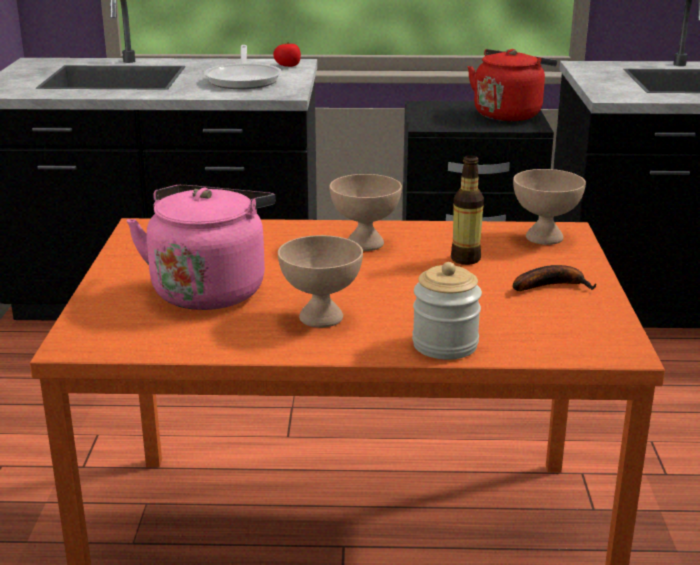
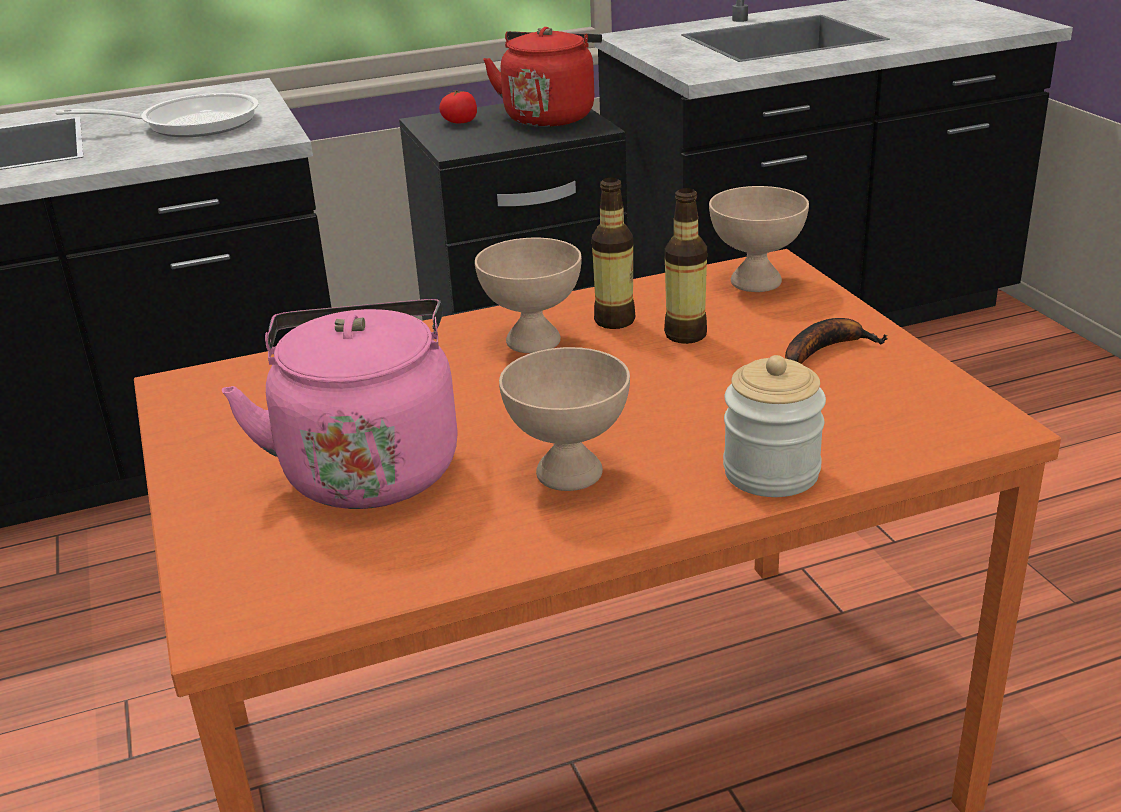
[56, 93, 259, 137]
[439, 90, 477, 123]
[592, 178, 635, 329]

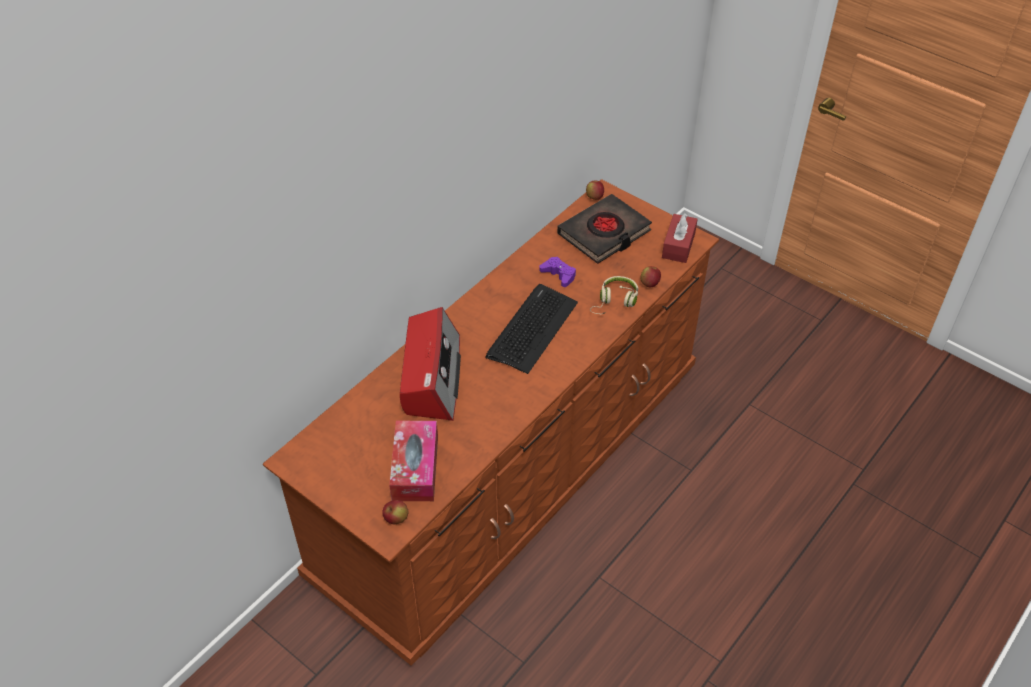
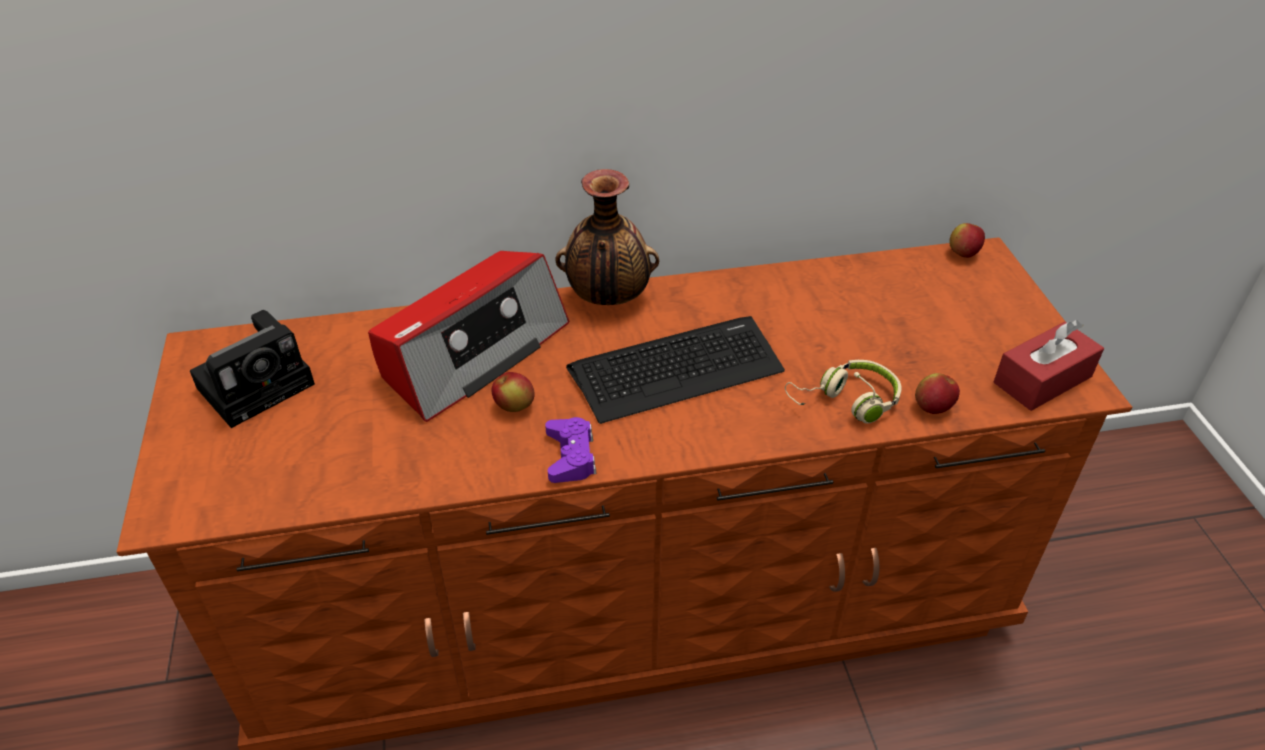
[190, 310, 315, 428]
[491, 372, 535, 412]
[545, 417, 596, 483]
[555, 169, 659, 305]
[389, 421, 438, 501] (first image)
[557, 194, 652, 264] (first image)

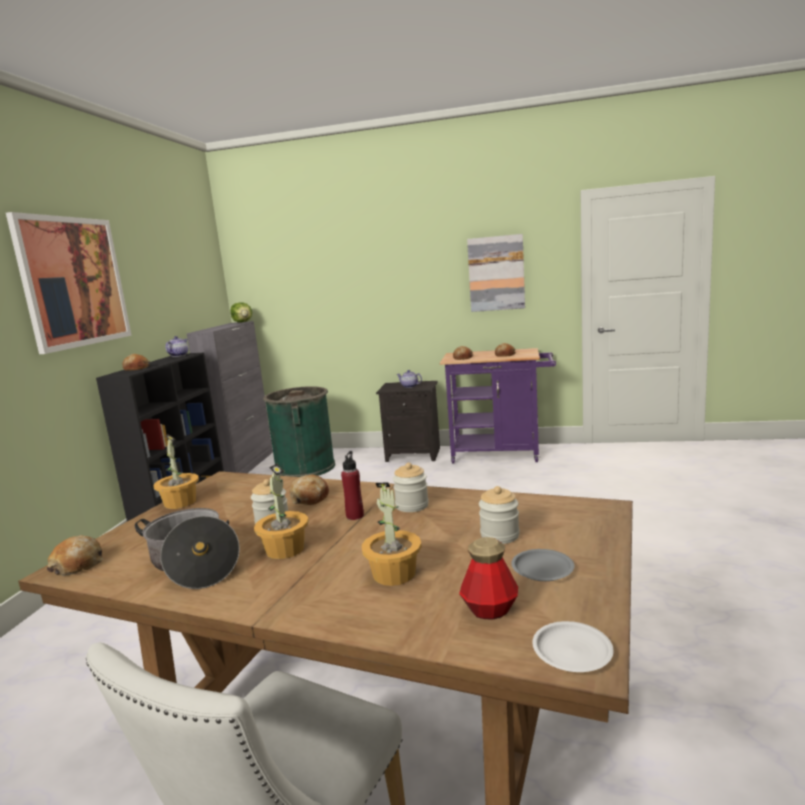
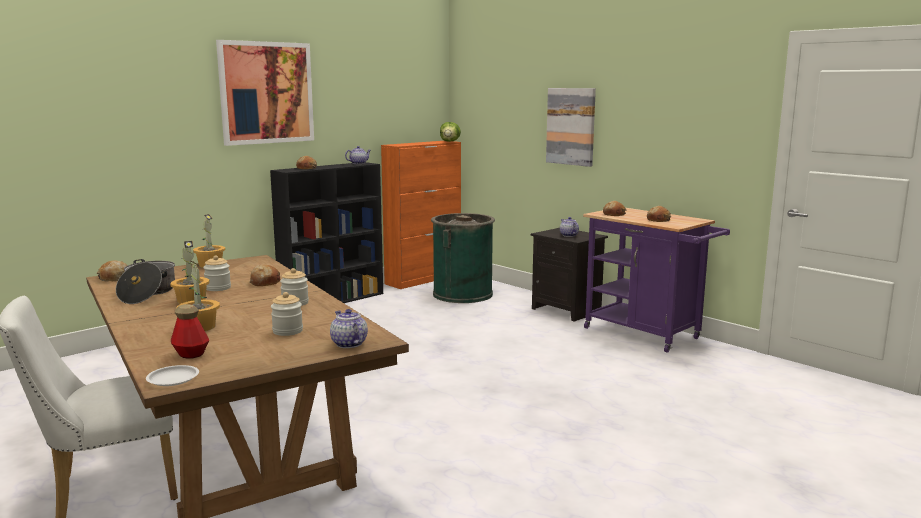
[330, 309, 368, 348]
[381, 141, 461, 289]
[546, 88, 596, 167]
[341, 451, 364, 520] (first image)
[511, 549, 574, 581] (first image)

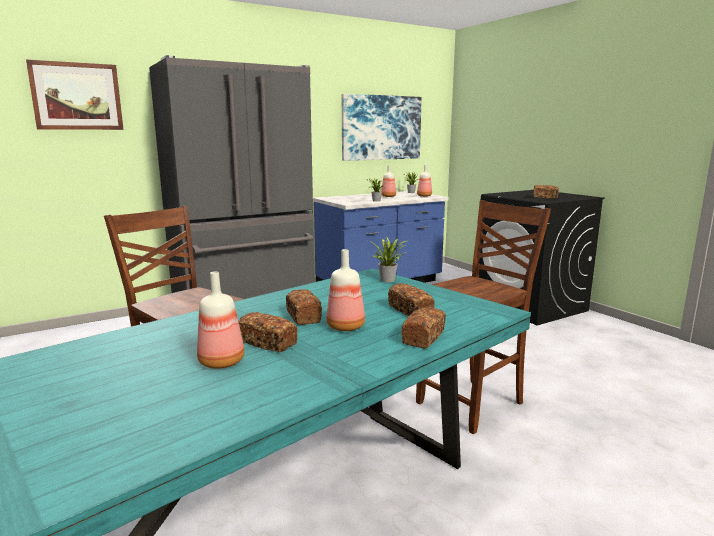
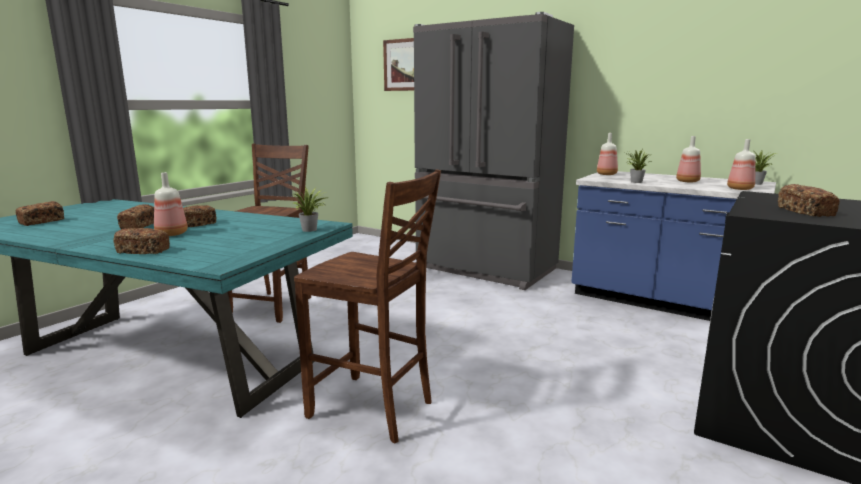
[16, 201, 64, 226]
[597, 133, 618, 175]
[342, 94, 422, 161] (first image)

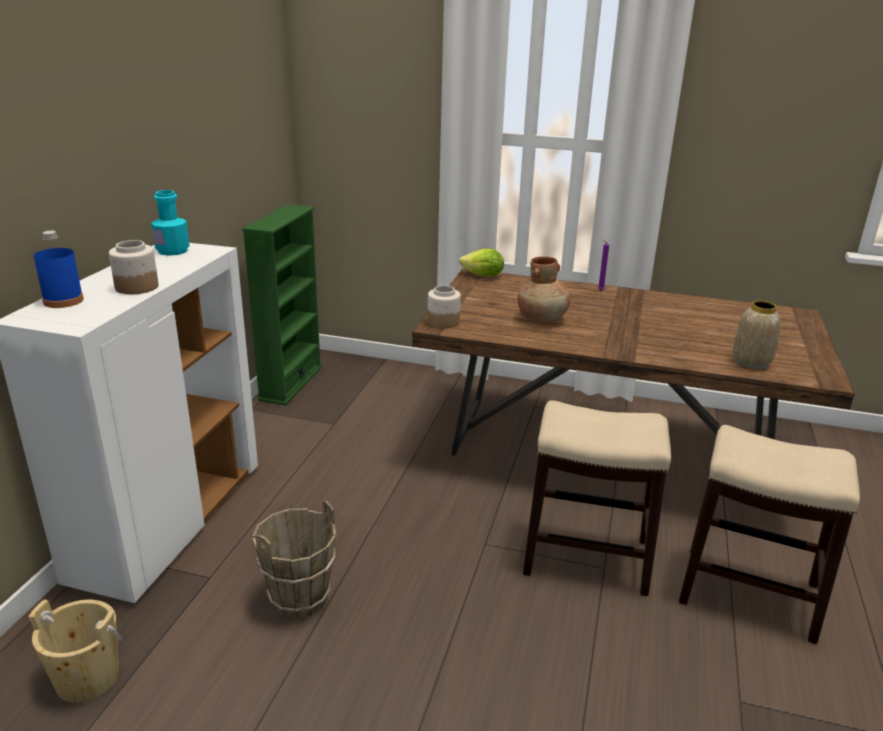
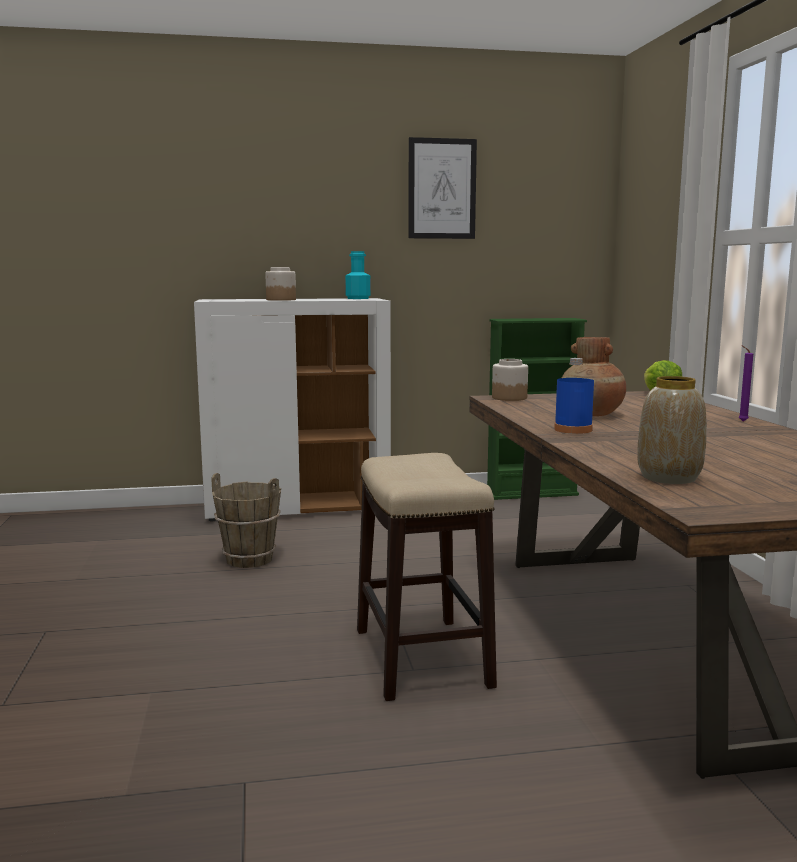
[408, 137, 477, 239]
[554, 358, 594, 434]
[29, 599, 122, 703] (first image)
[679, 425, 860, 644] (first image)

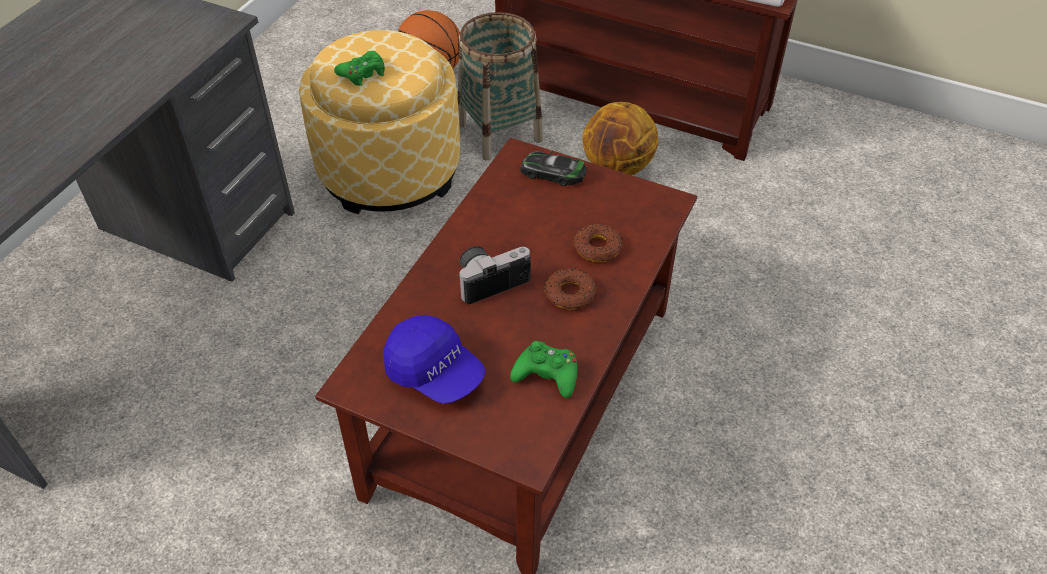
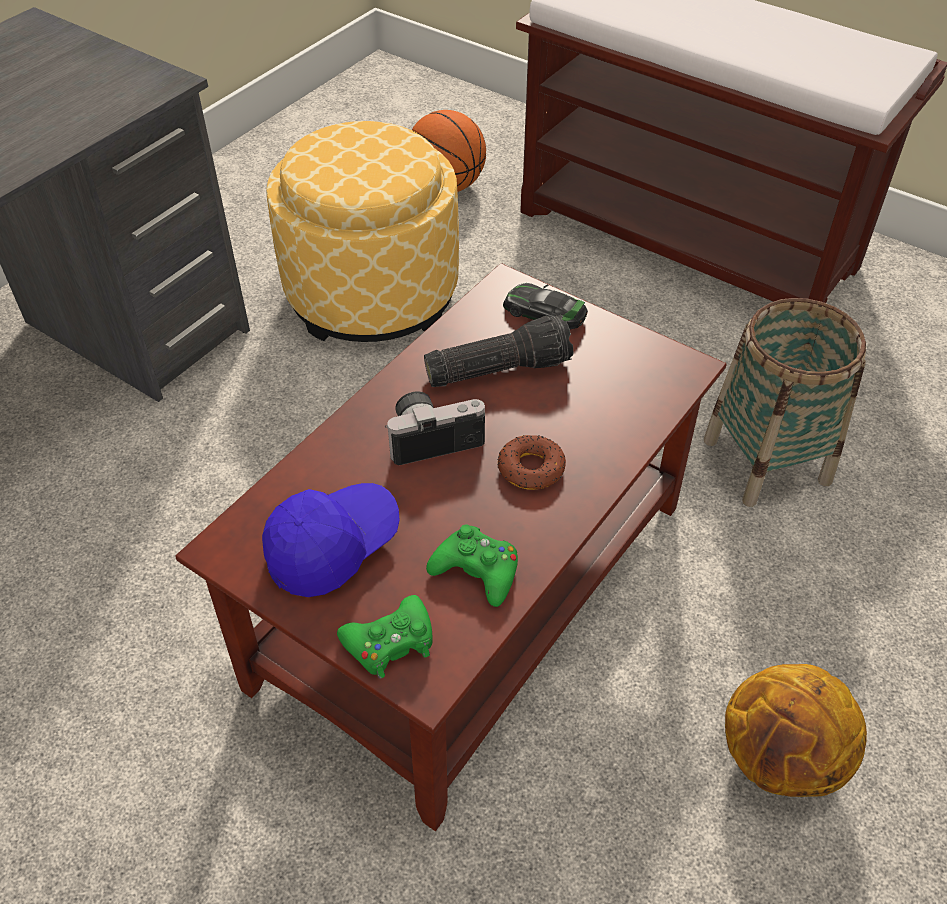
[262, 483, 399, 597]
[337, 595, 432, 679]
[424, 315, 573, 387]
[704, 298, 866, 507]
[725, 664, 867, 797]
[573, 224, 623, 262] (first image)

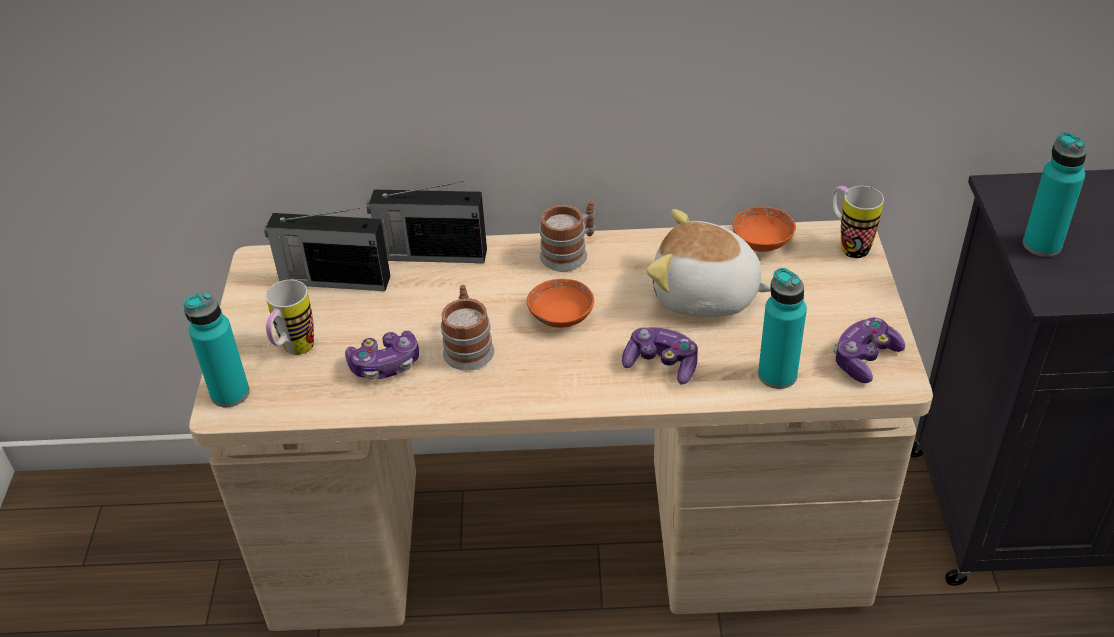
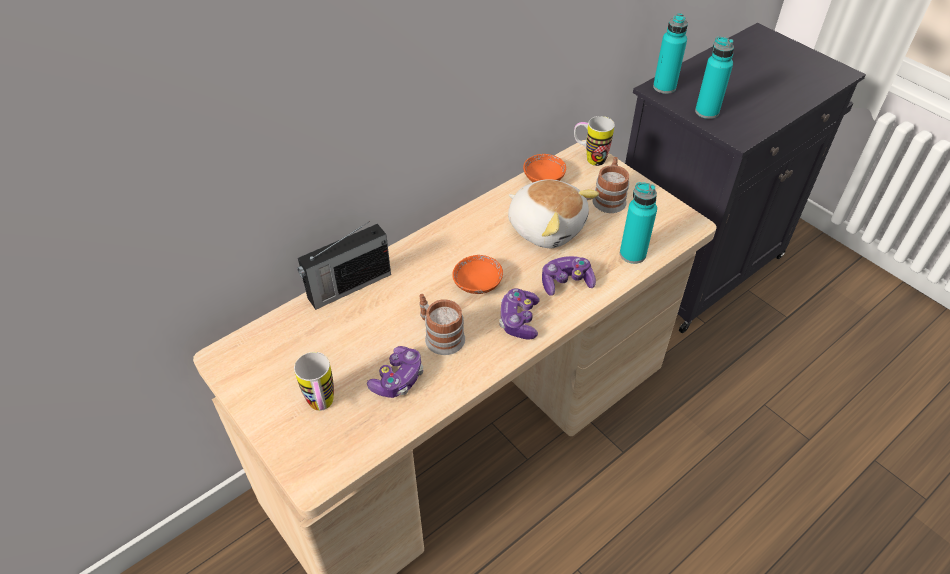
[499, 288, 540, 339]
[508, 179, 599, 248]
[592, 157, 629, 213]
[653, 13, 688, 94]
[265, 208, 390, 291] (first image)

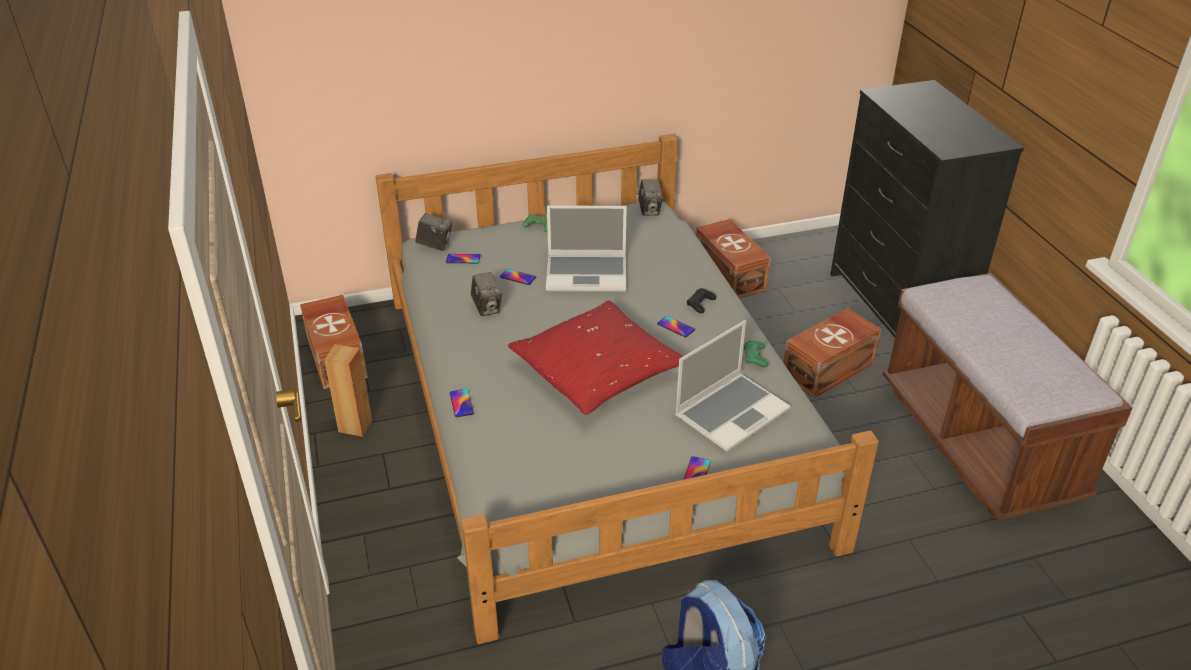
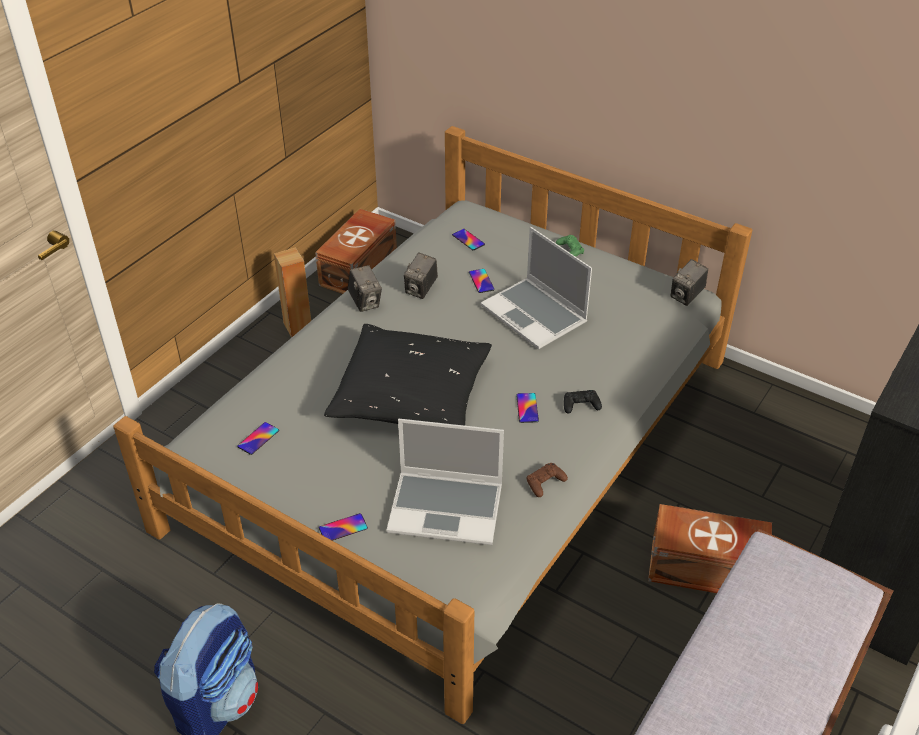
[237, 422, 279, 455]
[324, 324, 492, 426]
[348, 265, 382, 312]
[526, 463, 568, 497]
[696, 219, 771, 299] (first image)

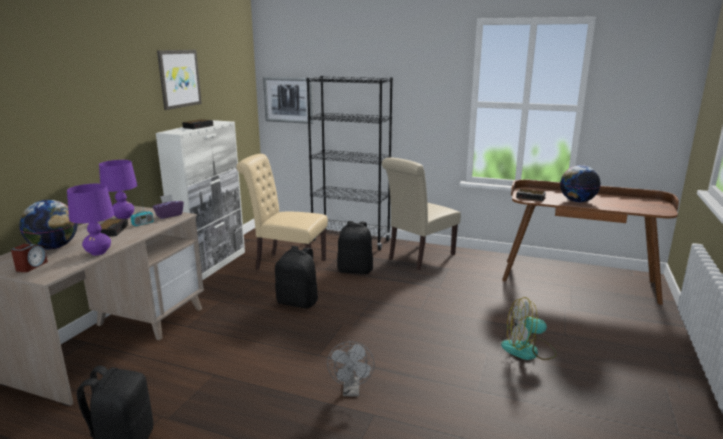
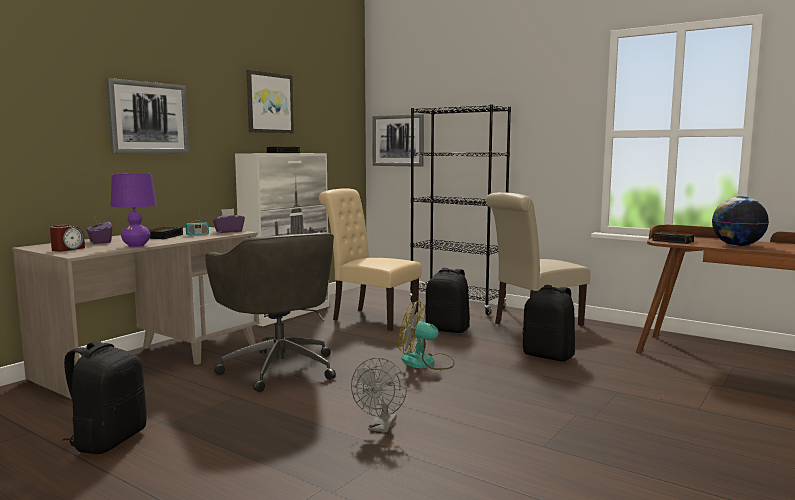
[86, 217, 112, 244]
[106, 78, 189, 154]
[205, 232, 336, 392]
[398, 300, 455, 370]
[522, 285, 575, 361]
[99, 160, 137, 219] (first image)

